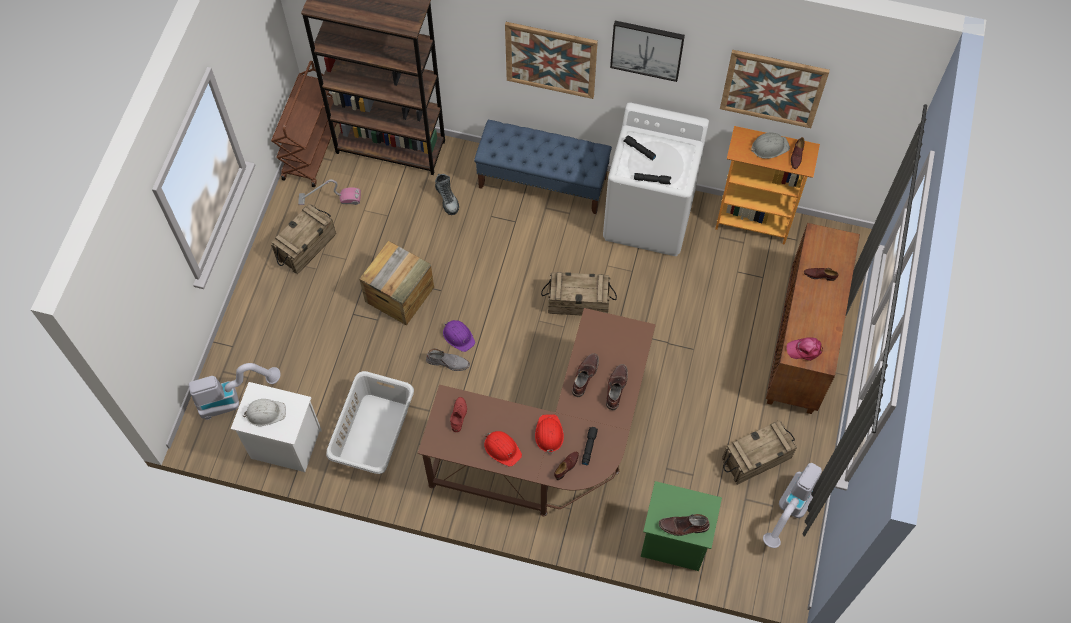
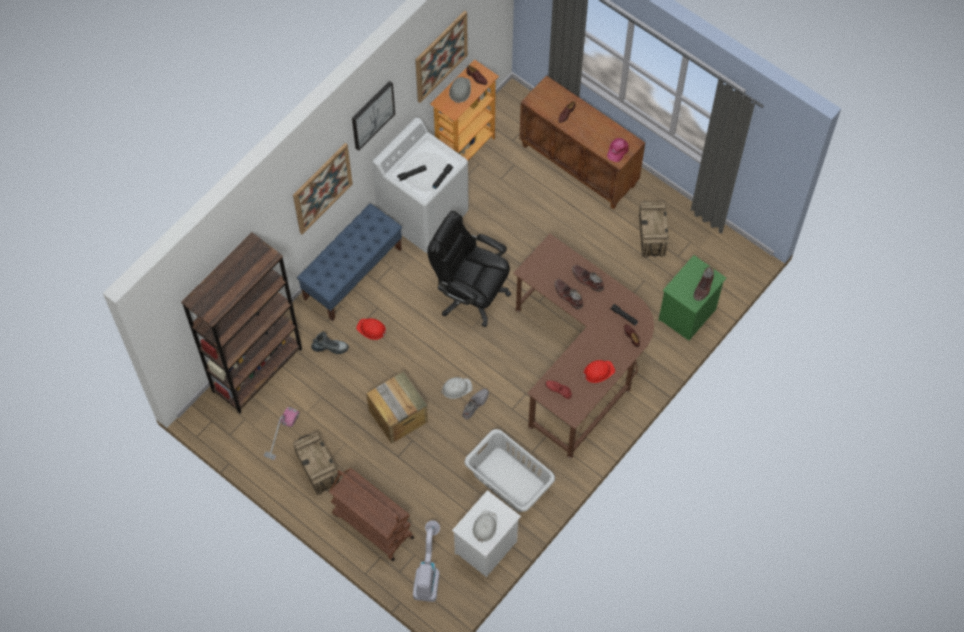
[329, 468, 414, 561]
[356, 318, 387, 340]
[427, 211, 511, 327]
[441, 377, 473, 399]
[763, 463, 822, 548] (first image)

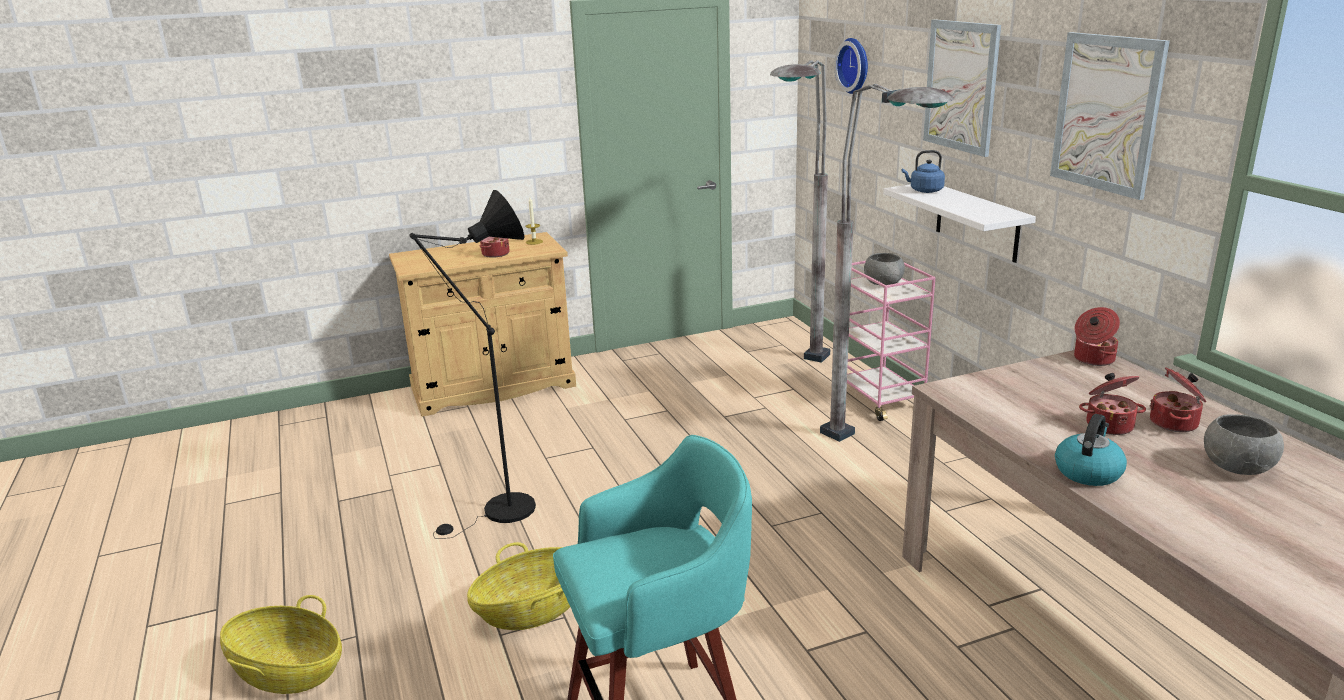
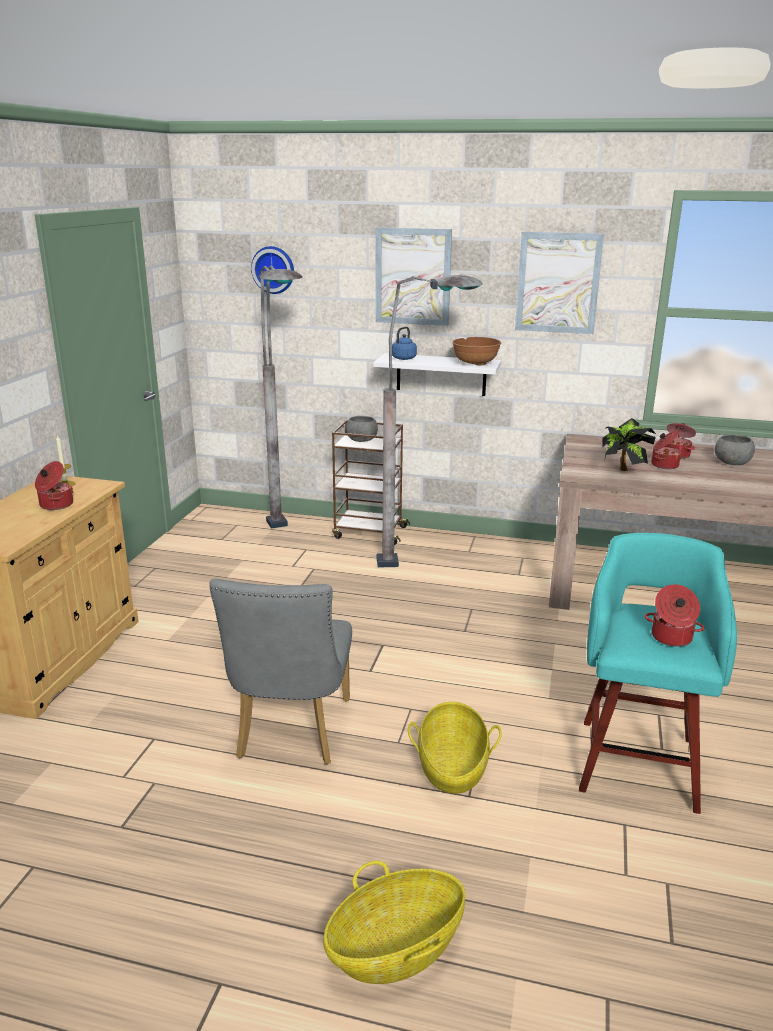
[209, 579, 352, 764]
[332, 420, 410, 545]
[453, 337, 501, 366]
[602, 418, 656, 471]
[645, 584, 704, 647]
[1055, 414, 1127, 486] (first image)

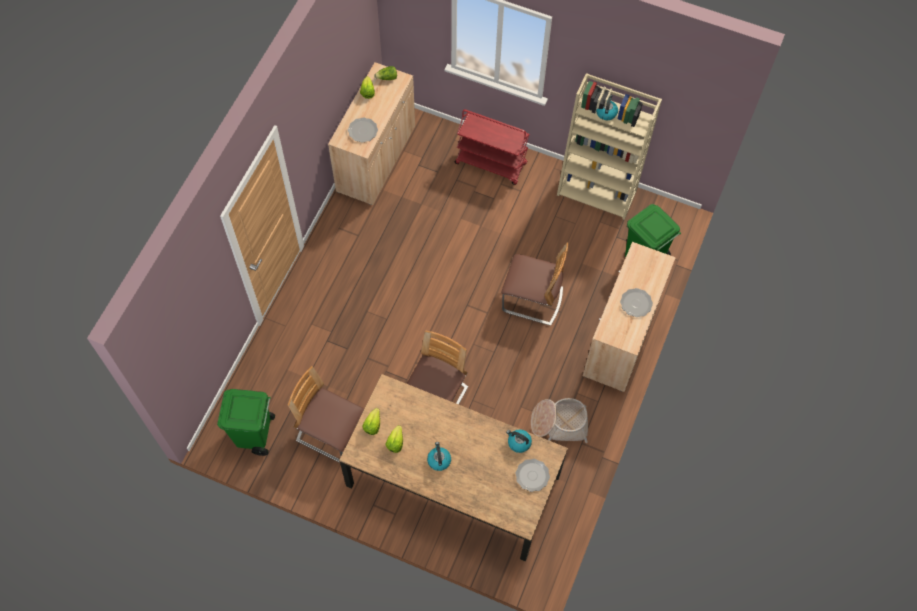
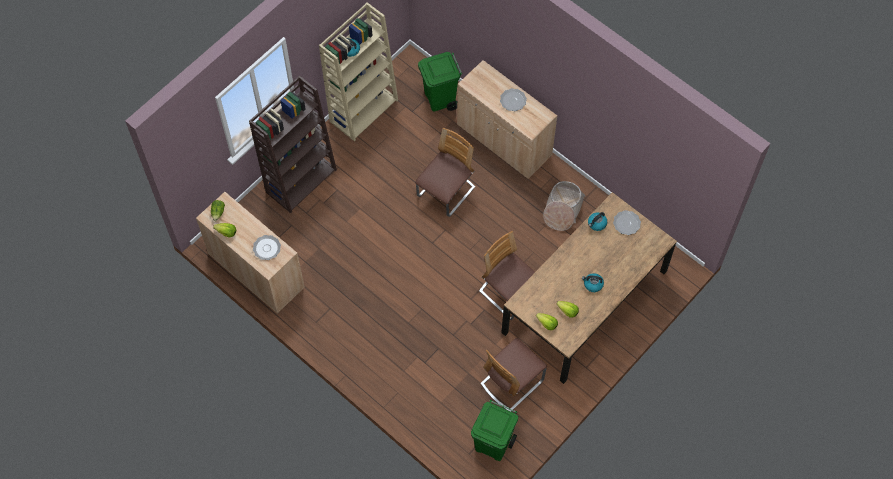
[249, 75, 337, 213]

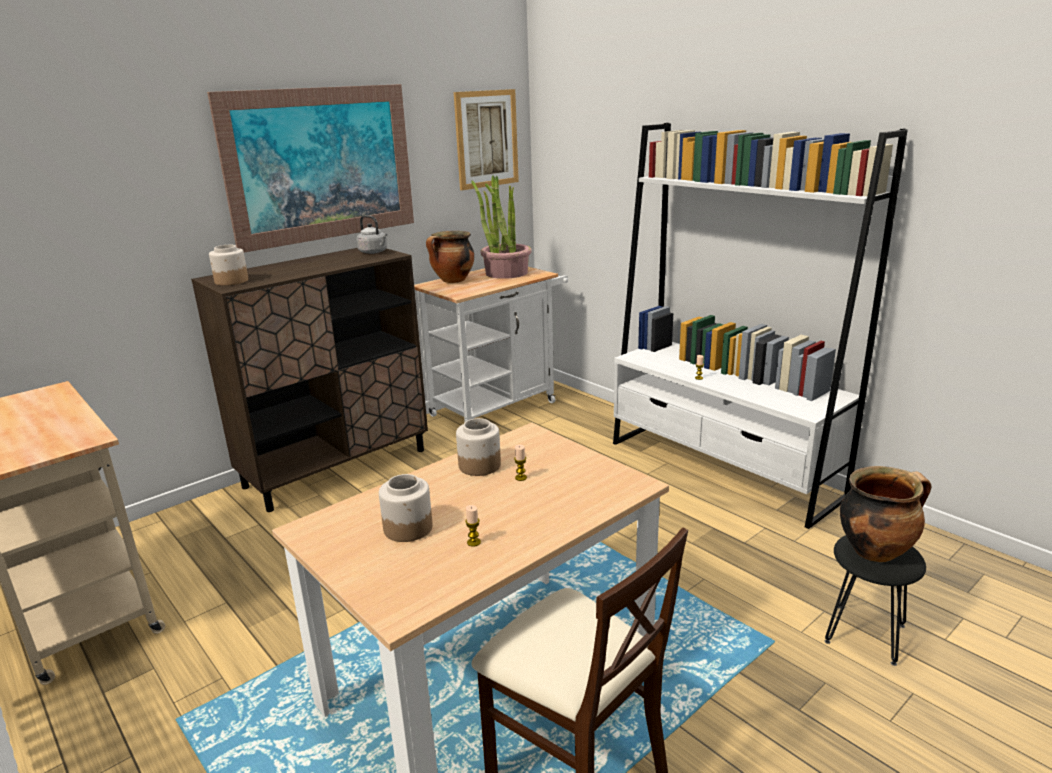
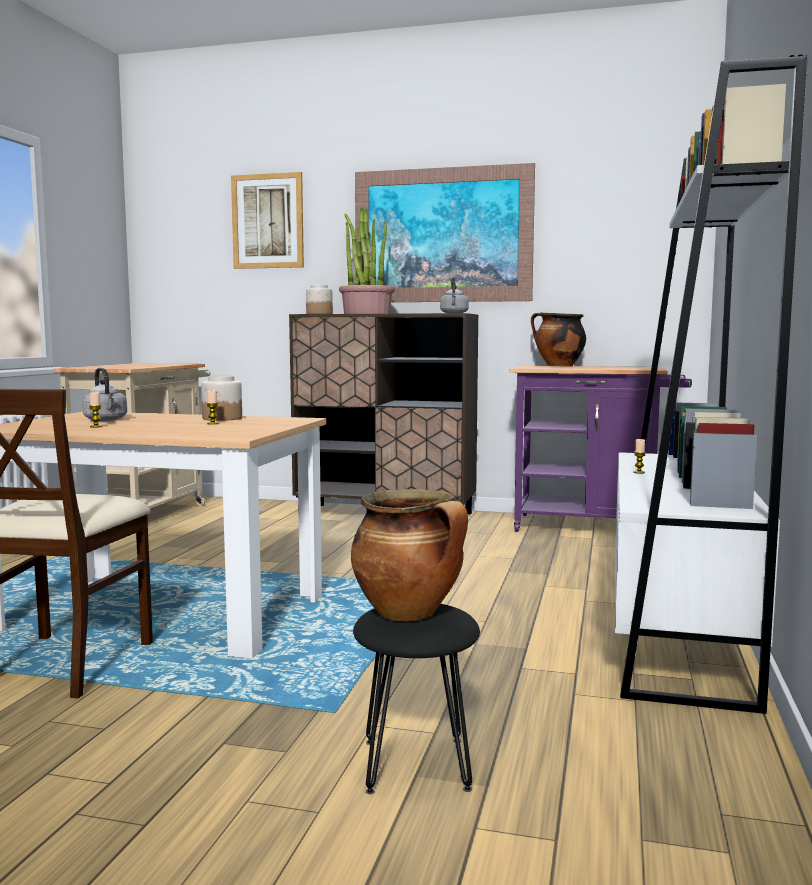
[82, 368, 127, 421]
[231, 172, 304, 269]
[339, 208, 395, 314]
[509, 365, 692, 532]

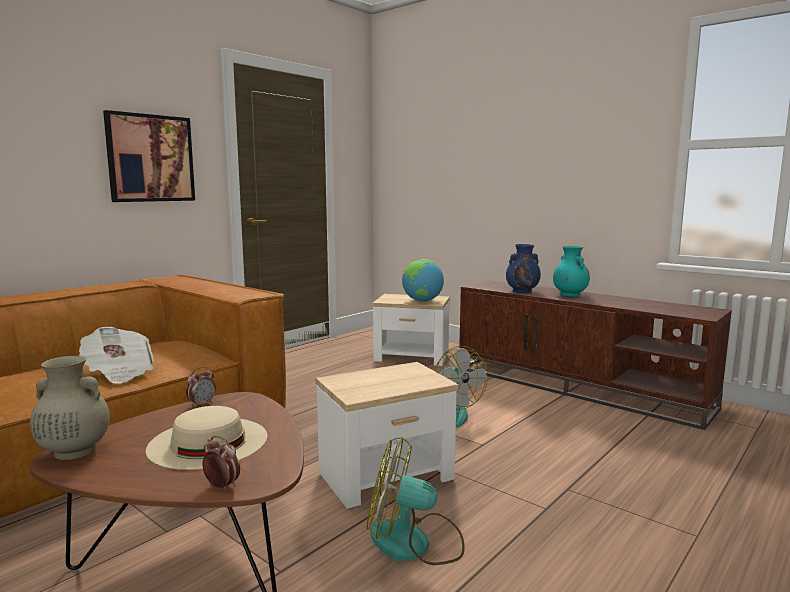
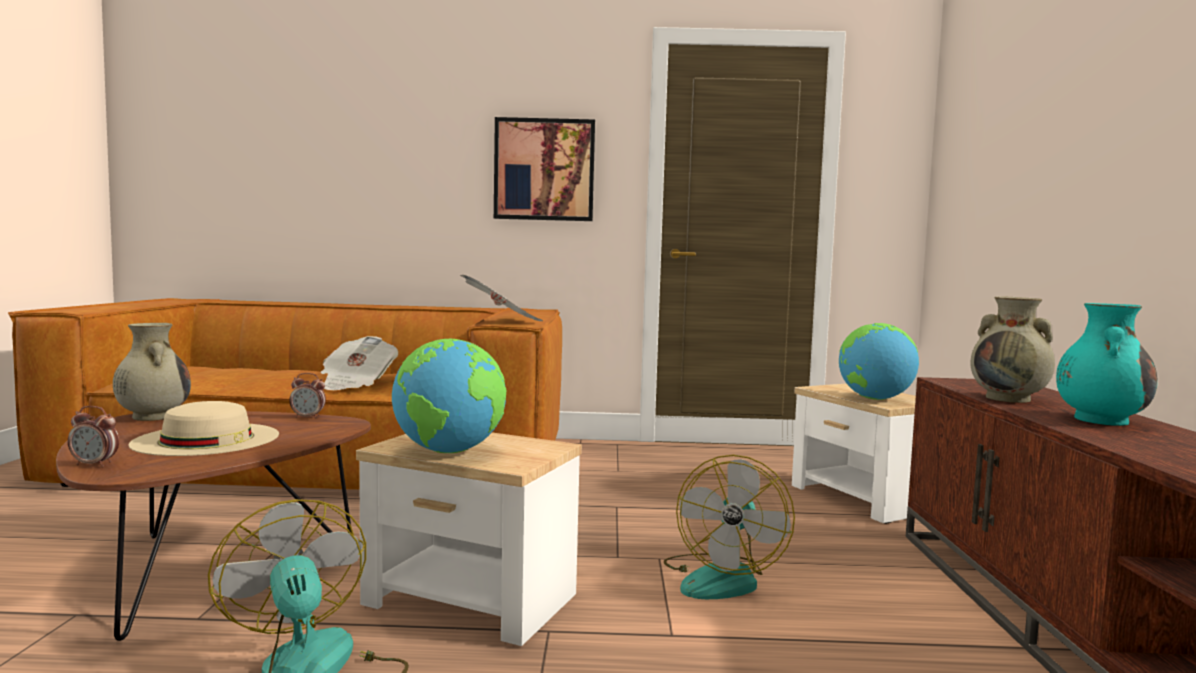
[68, 406, 119, 467]
[392, 339, 506, 453]
[460, 275, 543, 321]
[970, 296, 1055, 403]

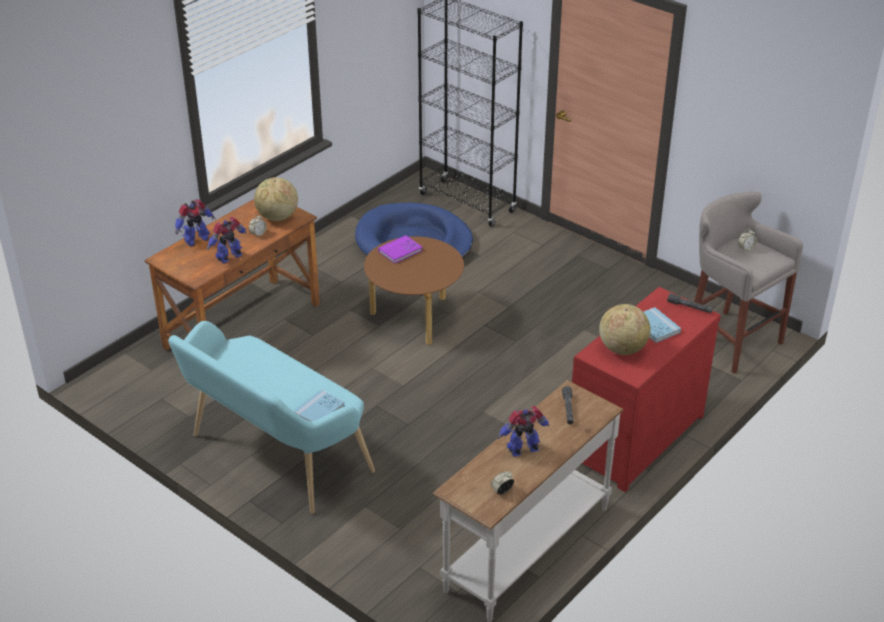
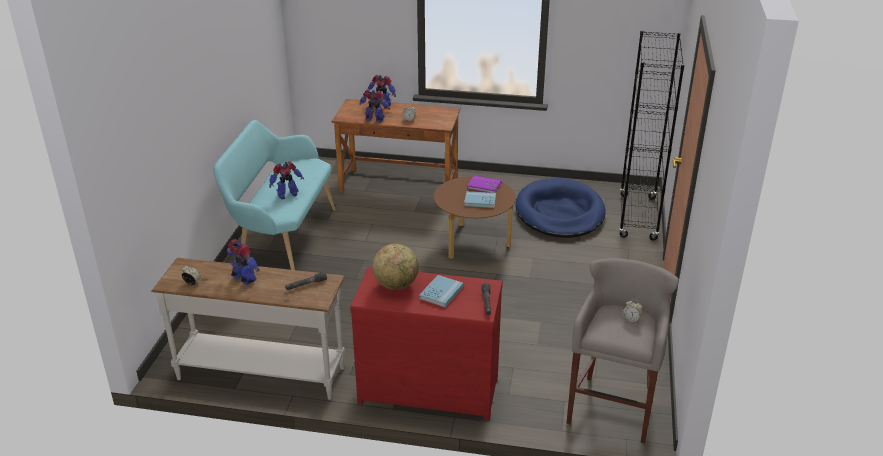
[269, 161, 304, 199]
[464, 191, 496, 208]
[254, 177, 298, 221] (first image)

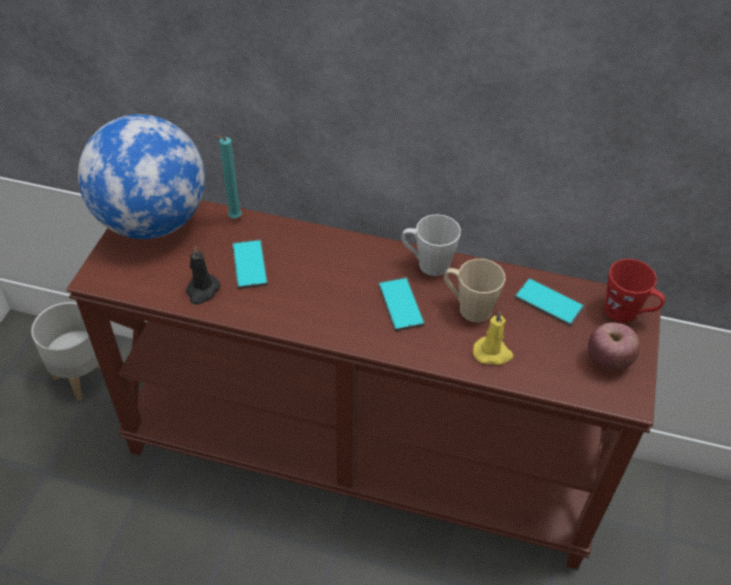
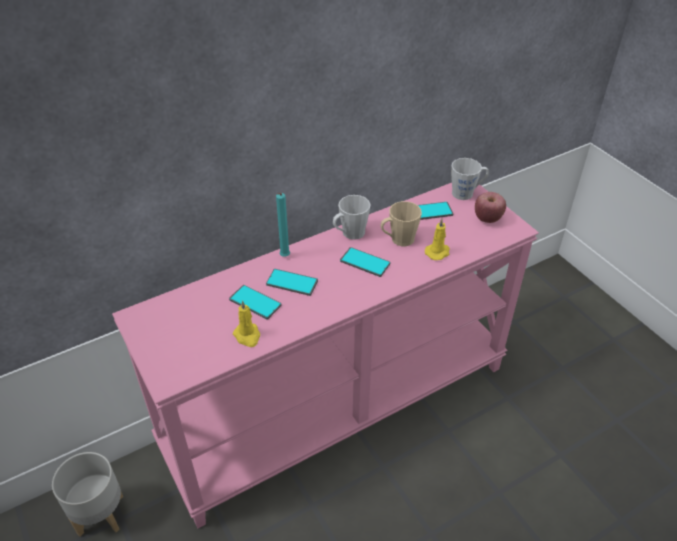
[112, 183, 539, 528]
[233, 300, 260, 347]
[266, 269, 318, 296]
[276, 193, 290, 257]
[451, 158, 489, 200]
[78, 114, 205, 239] (first image)

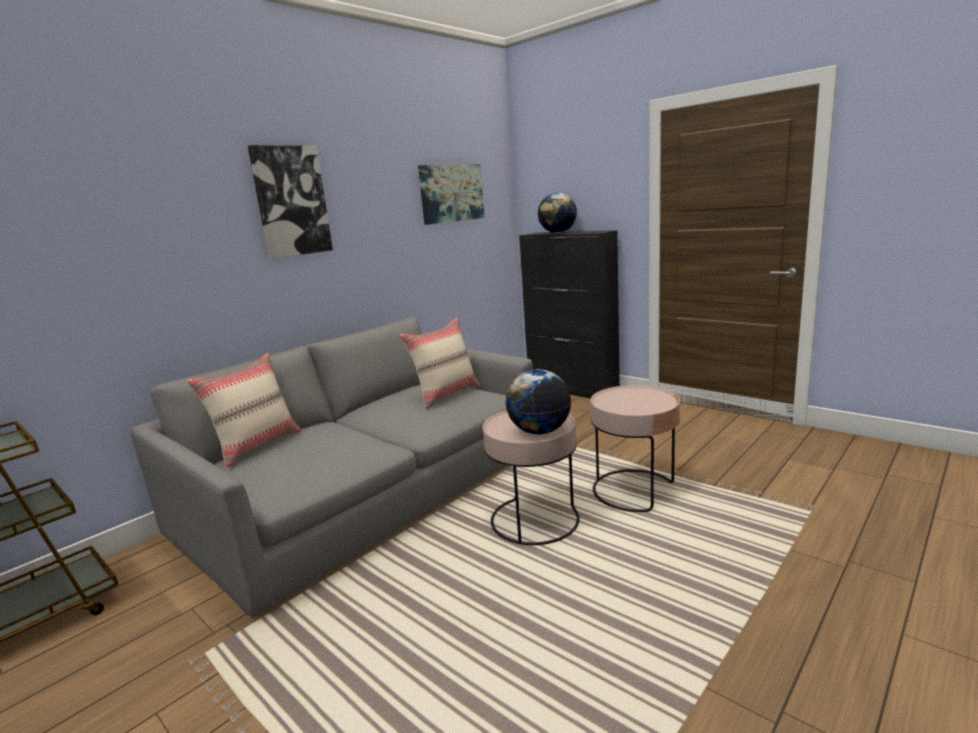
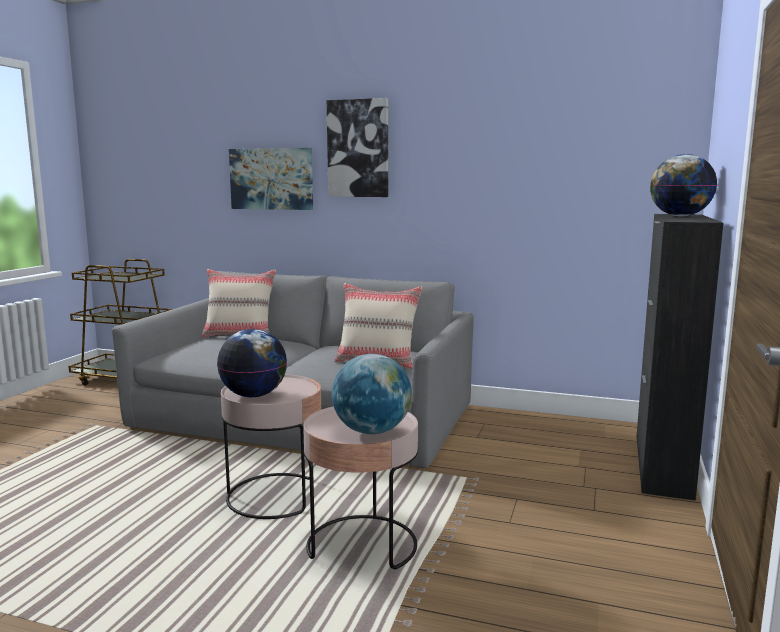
[229, 148, 313, 210]
[332, 354, 412, 434]

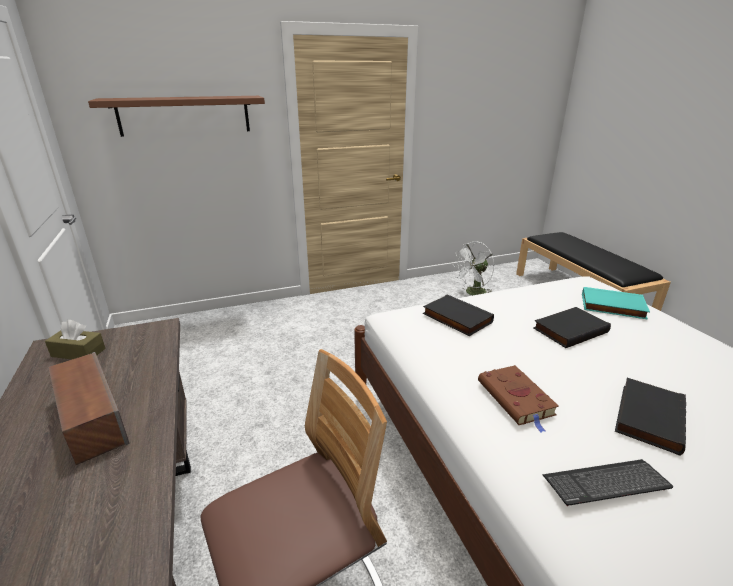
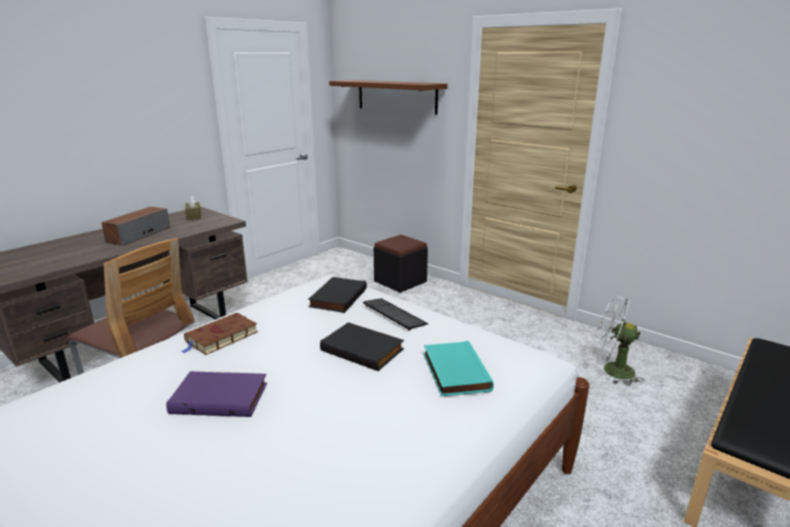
[166, 371, 267, 417]
[363, 298, 429, 331]
[374, 235, 428, 293]

